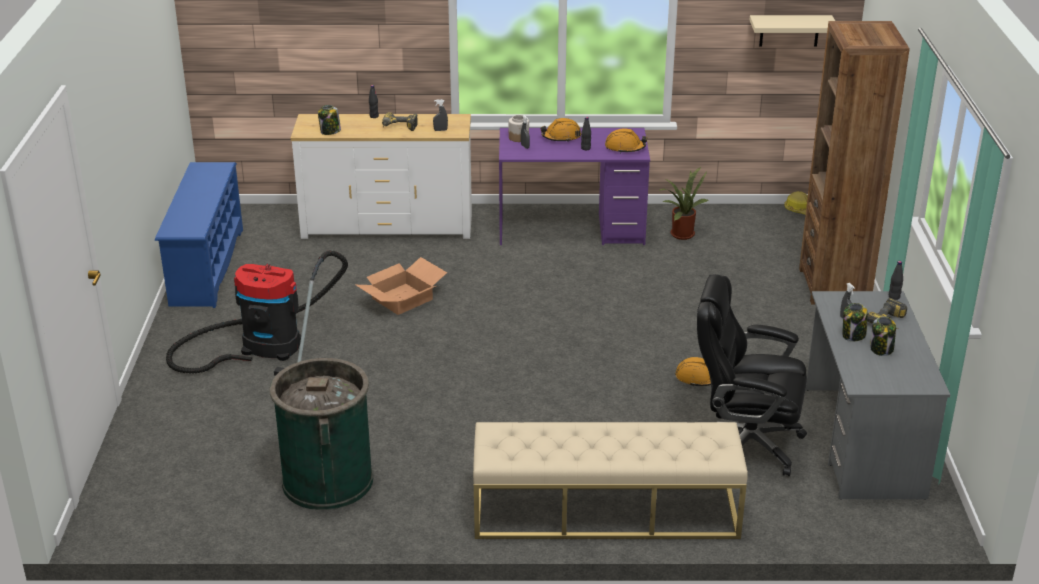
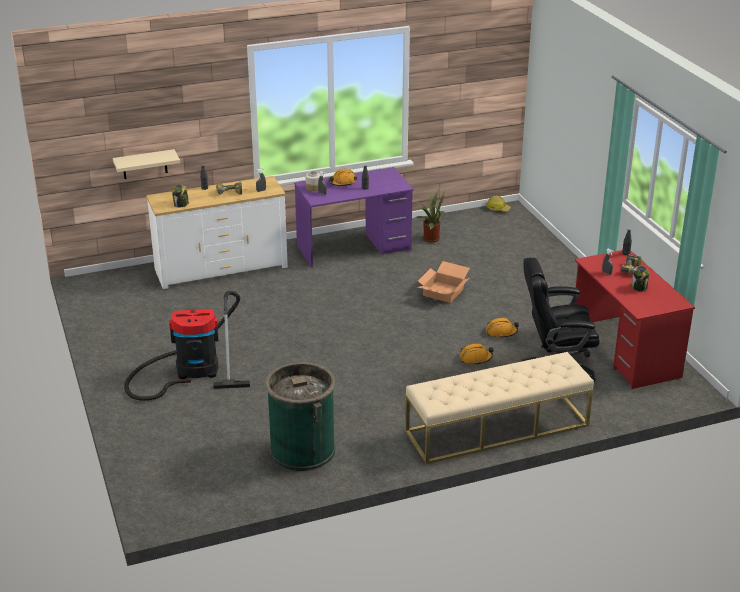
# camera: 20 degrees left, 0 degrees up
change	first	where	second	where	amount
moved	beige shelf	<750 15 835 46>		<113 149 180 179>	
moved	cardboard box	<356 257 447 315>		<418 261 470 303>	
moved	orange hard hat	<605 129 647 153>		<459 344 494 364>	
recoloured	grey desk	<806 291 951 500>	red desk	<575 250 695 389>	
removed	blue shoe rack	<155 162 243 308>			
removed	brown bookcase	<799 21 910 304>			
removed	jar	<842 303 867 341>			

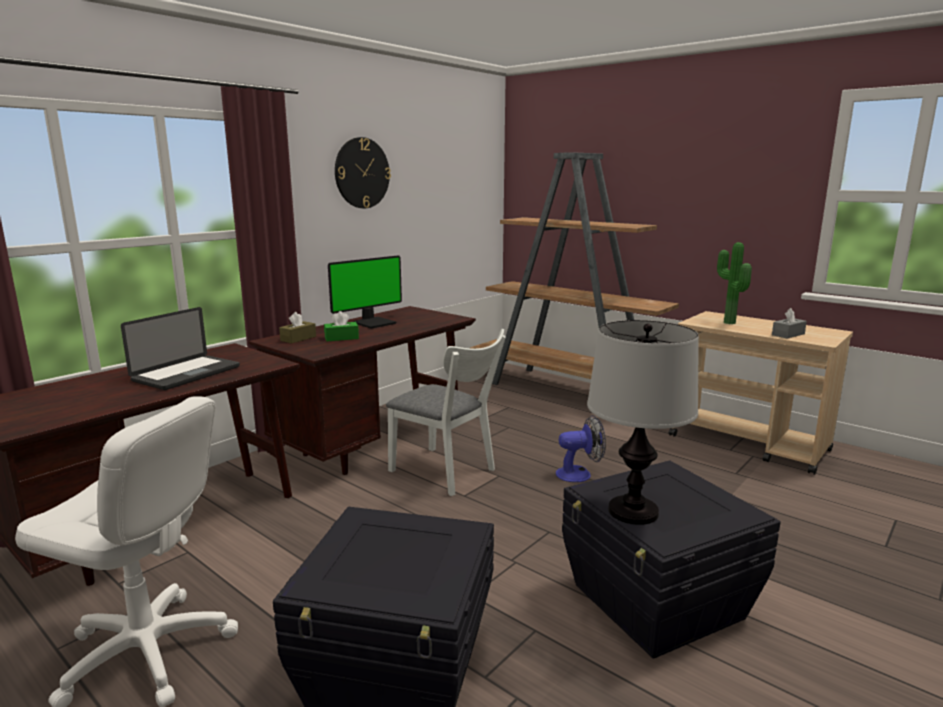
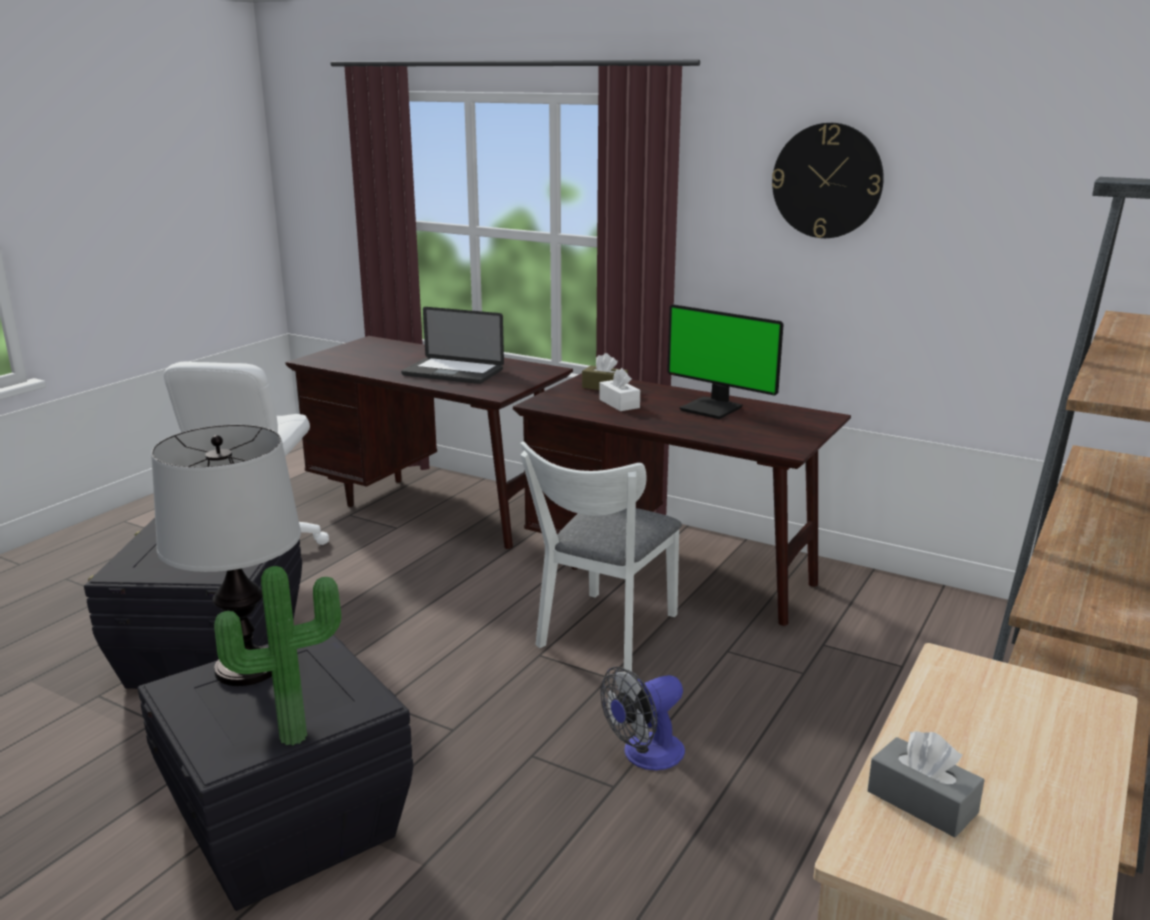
# camera: 80 degrees right, 5 degrees up
change	first	where	second	where	amount
moved	potted plant	<717 242 752 324>		<214 566 341 745>	
recoloured	green tissue box	<324 311 359 341>	white tissue box	<599 368 640 411>	
turned	fan	<556 415 606 482>		<600 667 685 770>	75 degrees clockwise

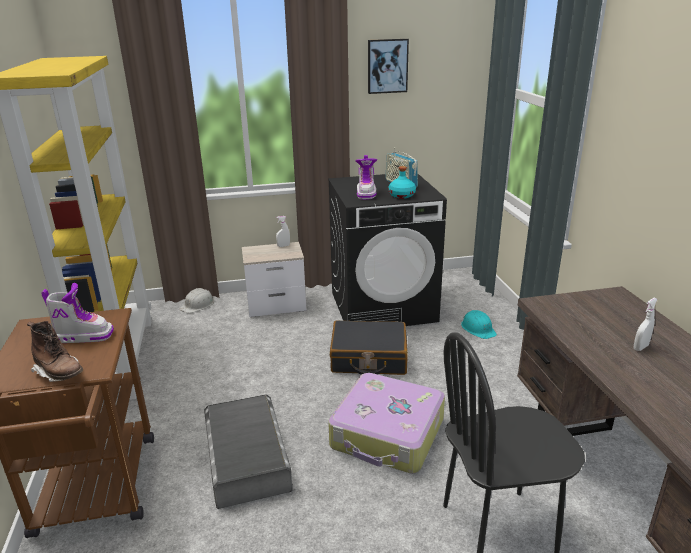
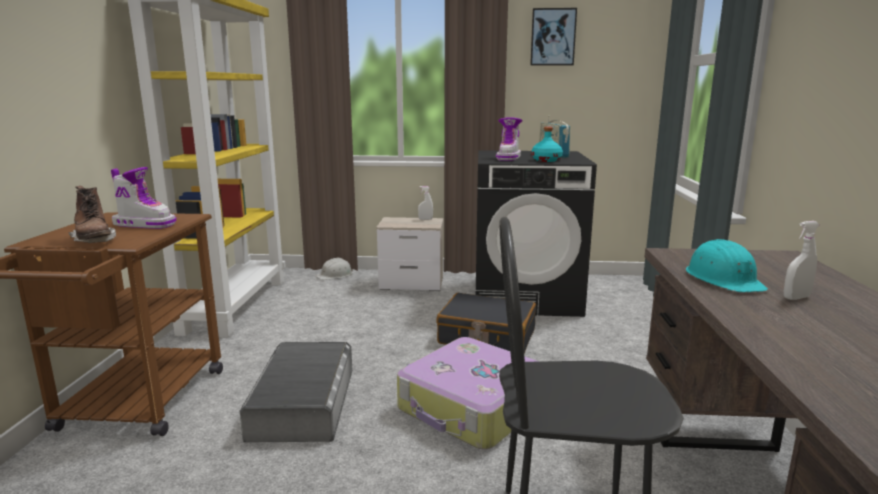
# camera: 15 degrees right, 10 degrees down
change	first	where	second	where	amount
moved	turquoise hard hat	<461 310 497 339>		<686 239 768 292>	

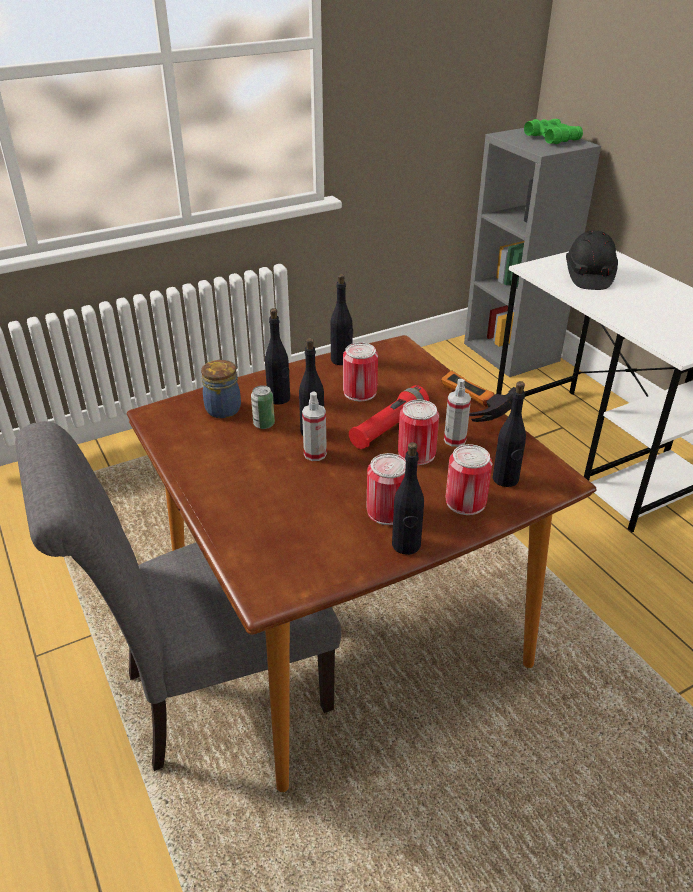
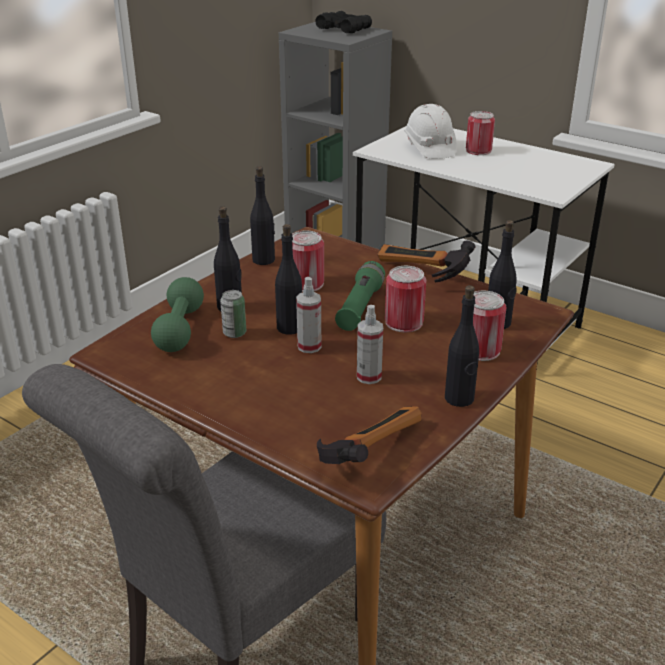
# camera: 25 degrees left, 5 degrees down
change	first	where	second	where	amount
replaced	jar	<201 360 241 418>	green dumbbell	<151 277 204 352>	
recoloured	green binoculars	<524 119 583 144>	black binoculars	<316 11 372 33>	
added			hammer	<317 406 422 464>	
recoloured	red flashlight	<349 385 429 449>	green flashlight	<335 261 385 331>	
moved	spray bottle	<444 379 471 447>		<357 305 383 384>	
recoloured	black hard hat	<566 231 618 290>	white hard hat	<404 104 457 159>	
moved	can	<366 453 406 525>		<466 111 495 155>	

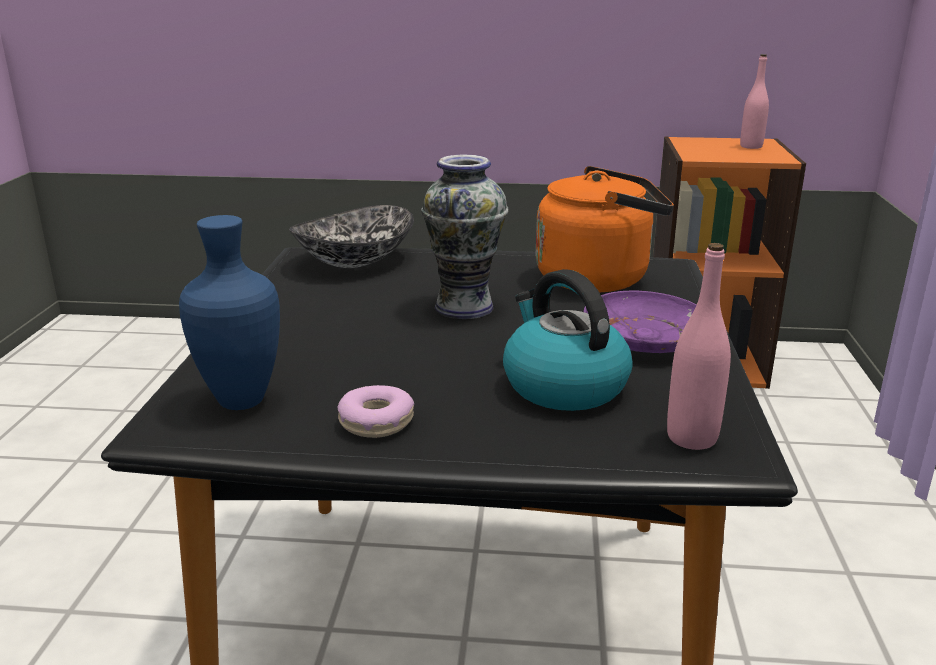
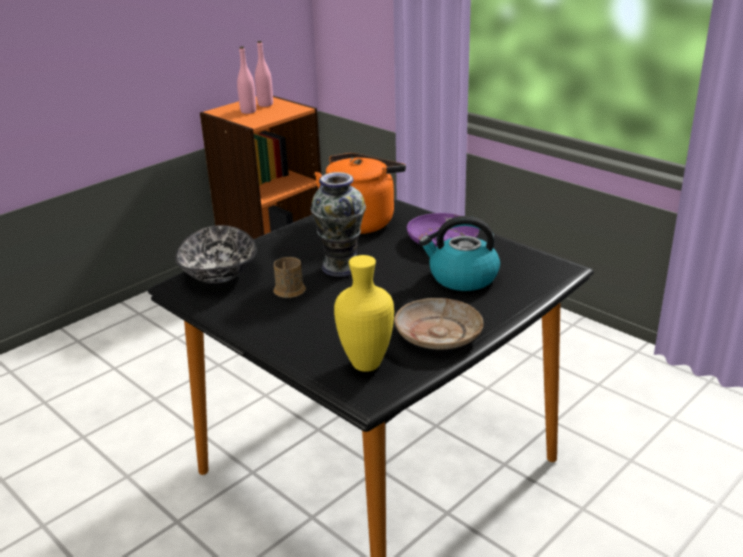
# camera: 50 degrees left, 5 degrees up
change	first	where	second	where	amount
moved	pink bottle	<667 243 731 450>		<237 46 256 114>	
added			brown mug	<273 257 306 298>	
recoloured	blue vase	<179 215 280 410>	yellow vase	<334 255 394 372>	
replaced	donut	<338 385 414 438>	beige plate	<394 298 484 349>	

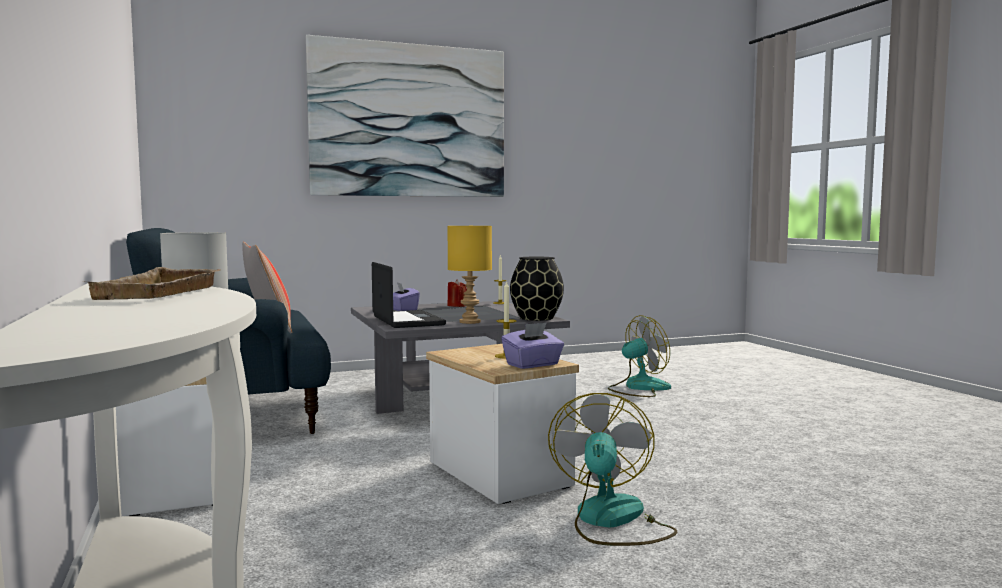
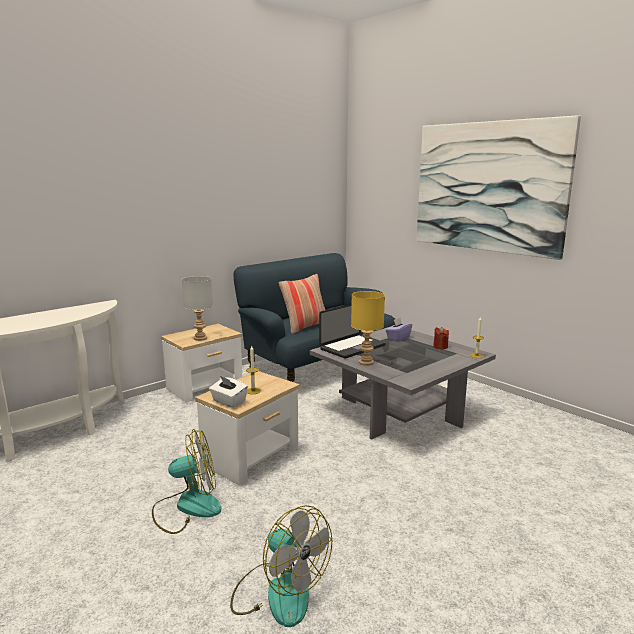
# camera: 70 degrees right, 10 degrees up
change	first	where	second	where	amount
recoloured	purple tissue box	<501 322 564 369>	white tissue box	<209 376 248 407>	
moved	fan	<608 315 671 397>		<230 505 332 627>	
removed	beige tray	<88 267 221 300>			
removed	black vase	<510 257 564 321>			

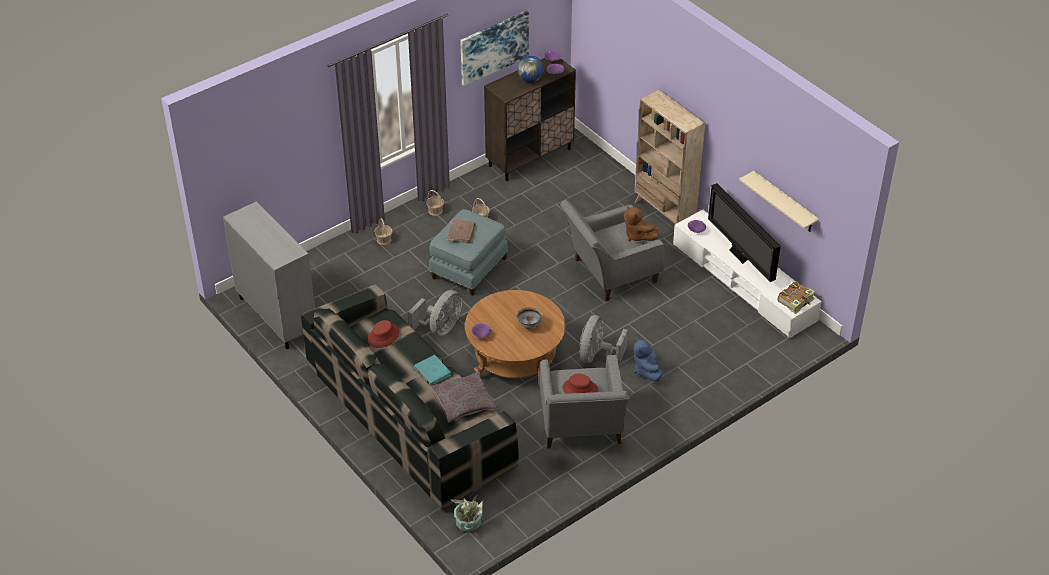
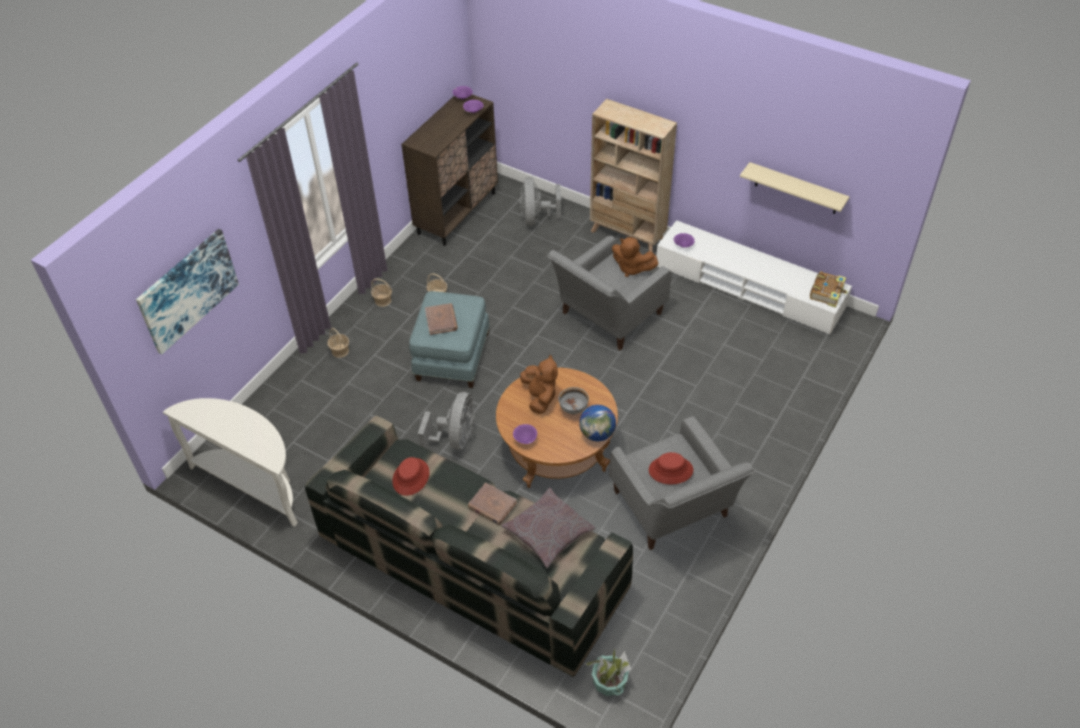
# camera: 20 degrees left, 5 degrees up
change	first	where	second	where	amount
moved	picture	<460 11 529 86>		<136 229 239 355>	
replaced	grey cabinet	<223 202 315 349>	white console table	<163 398 298 527>	
recoloured	turquoise book	<414 355 451 385>	brown book	<468 483 517 525>	
moved	grey fan	<580 315 628 364>		<519 177 561 226>	
added			brown plush toy	<520 355 558 414>	
moved	globe	<517 56 544 83>		<579 405 616 441>	
removed	blue plush toy	<633 337 663 381>			
removed	television	<708 183 781 282>			

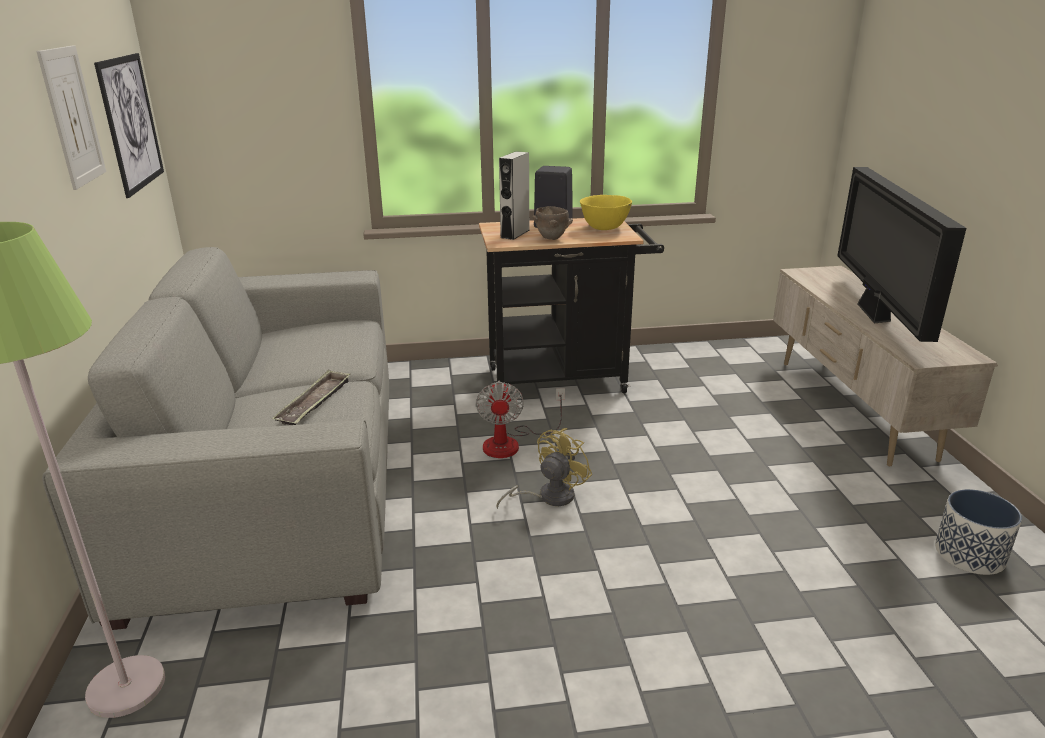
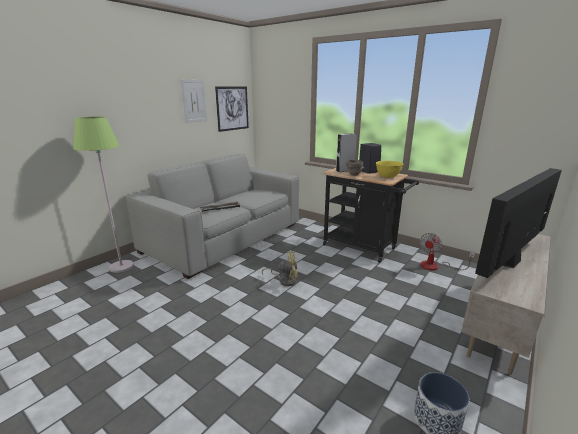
# camera: 45 degrees right, 5 degrees down
change	first	where	second	where	amount
moved	fan	<476 381 565 458>		<420 233 475 271>	

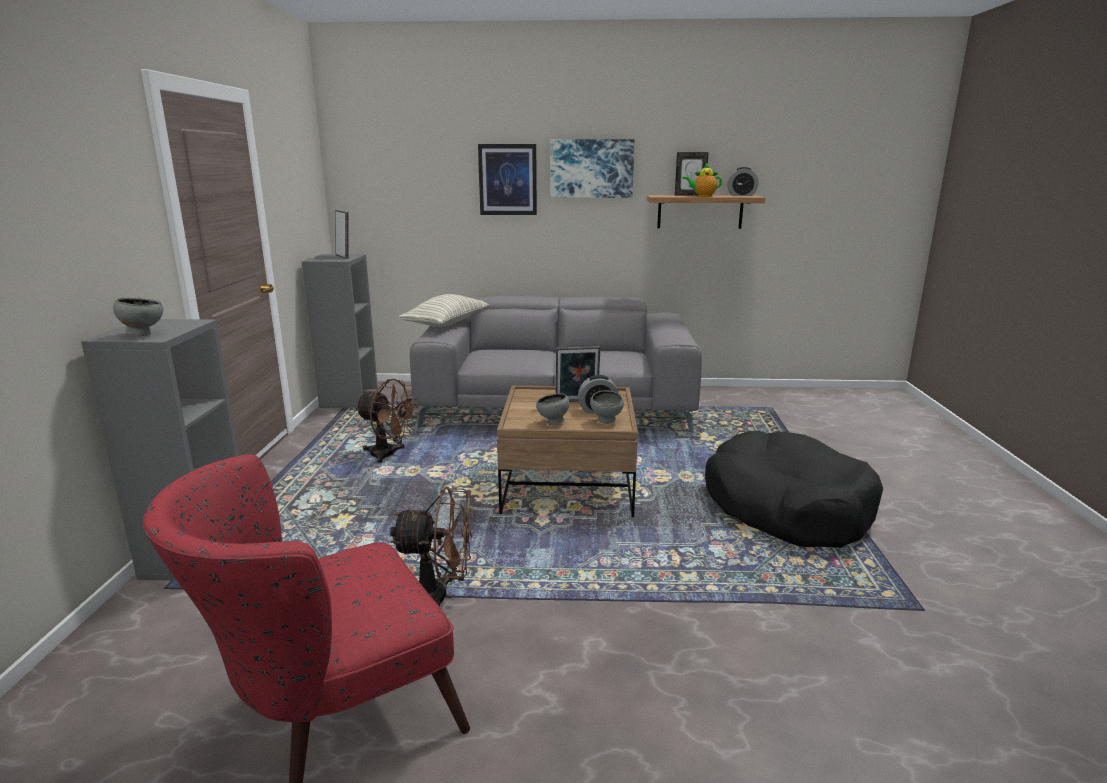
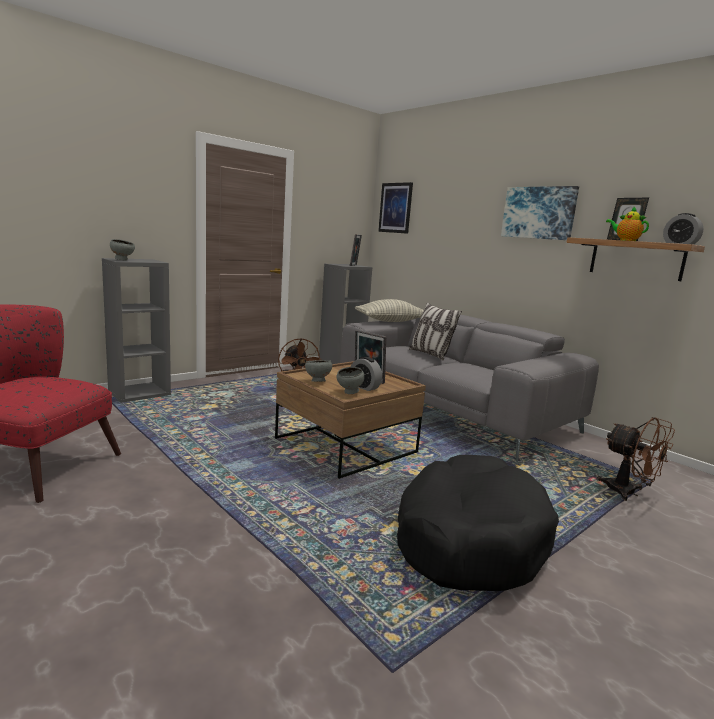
# camera: 45 degrees right, 5 degrees down
change	first	where	second	where	amount
moved	picture	<478 144 537 215>		<378 182 413 234>	
added			pillow	<409 302 462 360>	
moved	brown fan	<390 487 473 607>		<597 417 675 501>	

